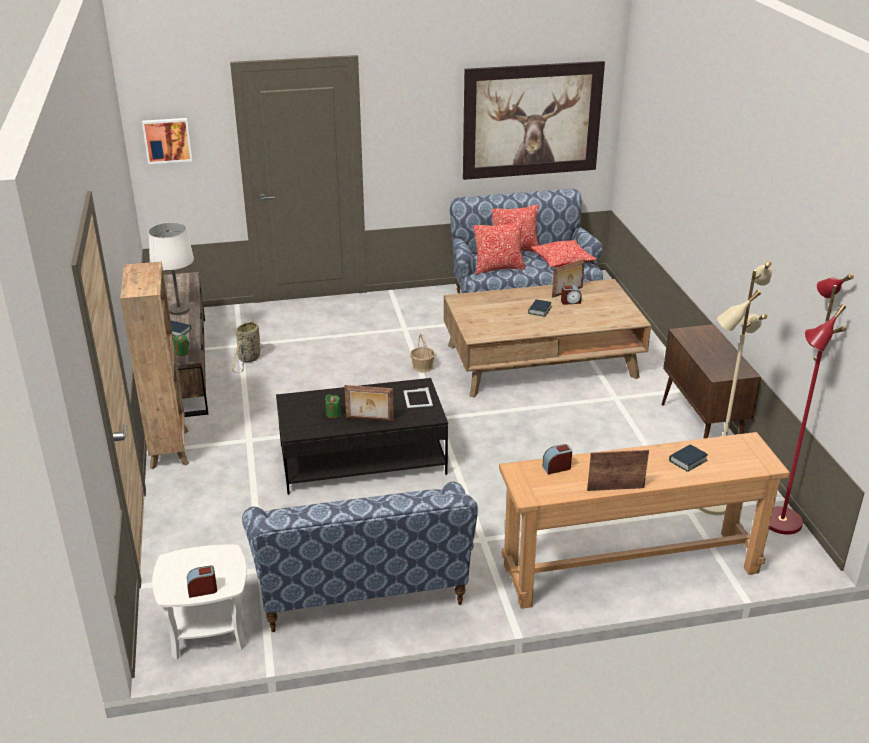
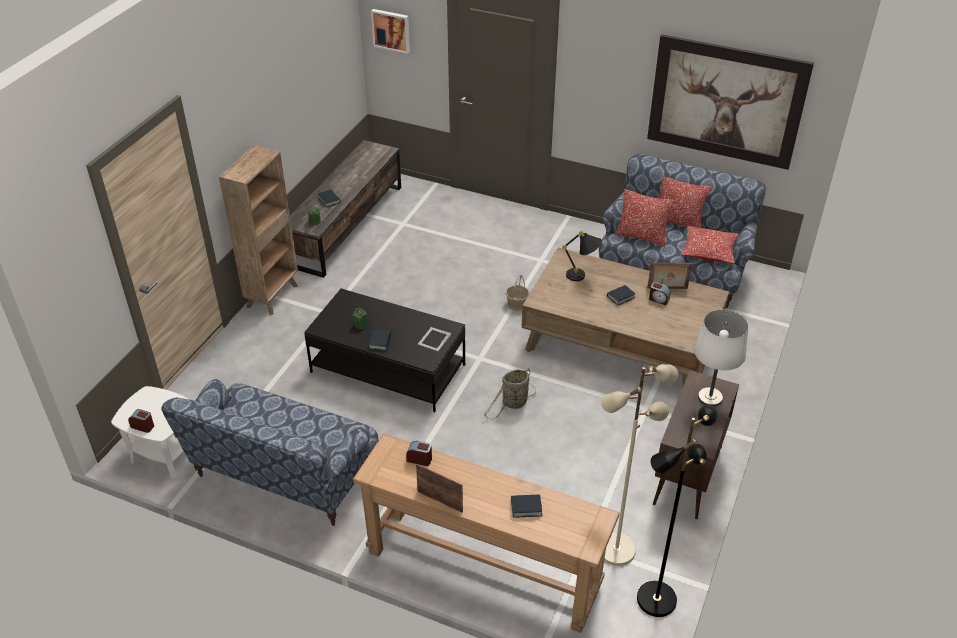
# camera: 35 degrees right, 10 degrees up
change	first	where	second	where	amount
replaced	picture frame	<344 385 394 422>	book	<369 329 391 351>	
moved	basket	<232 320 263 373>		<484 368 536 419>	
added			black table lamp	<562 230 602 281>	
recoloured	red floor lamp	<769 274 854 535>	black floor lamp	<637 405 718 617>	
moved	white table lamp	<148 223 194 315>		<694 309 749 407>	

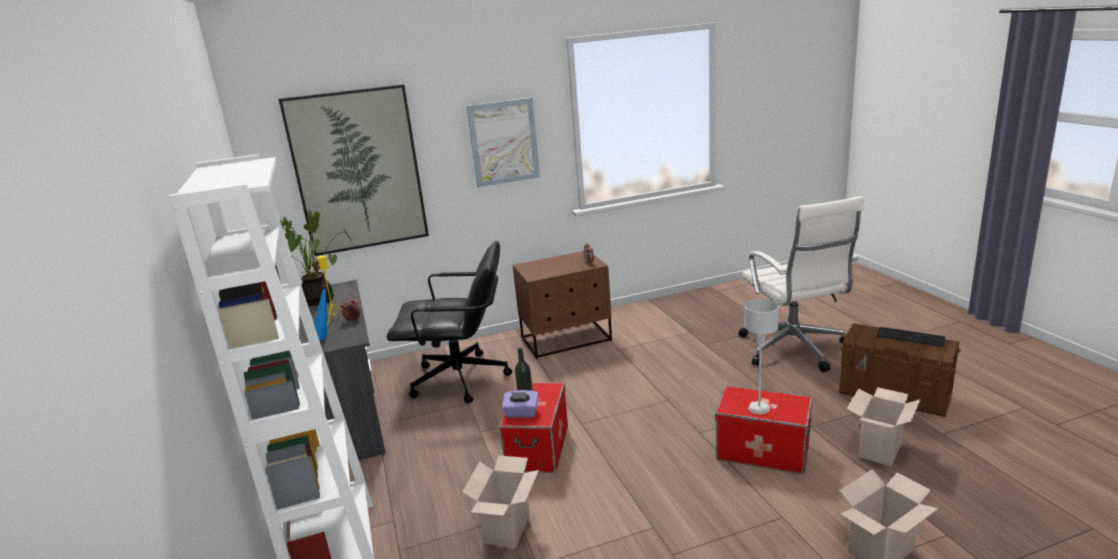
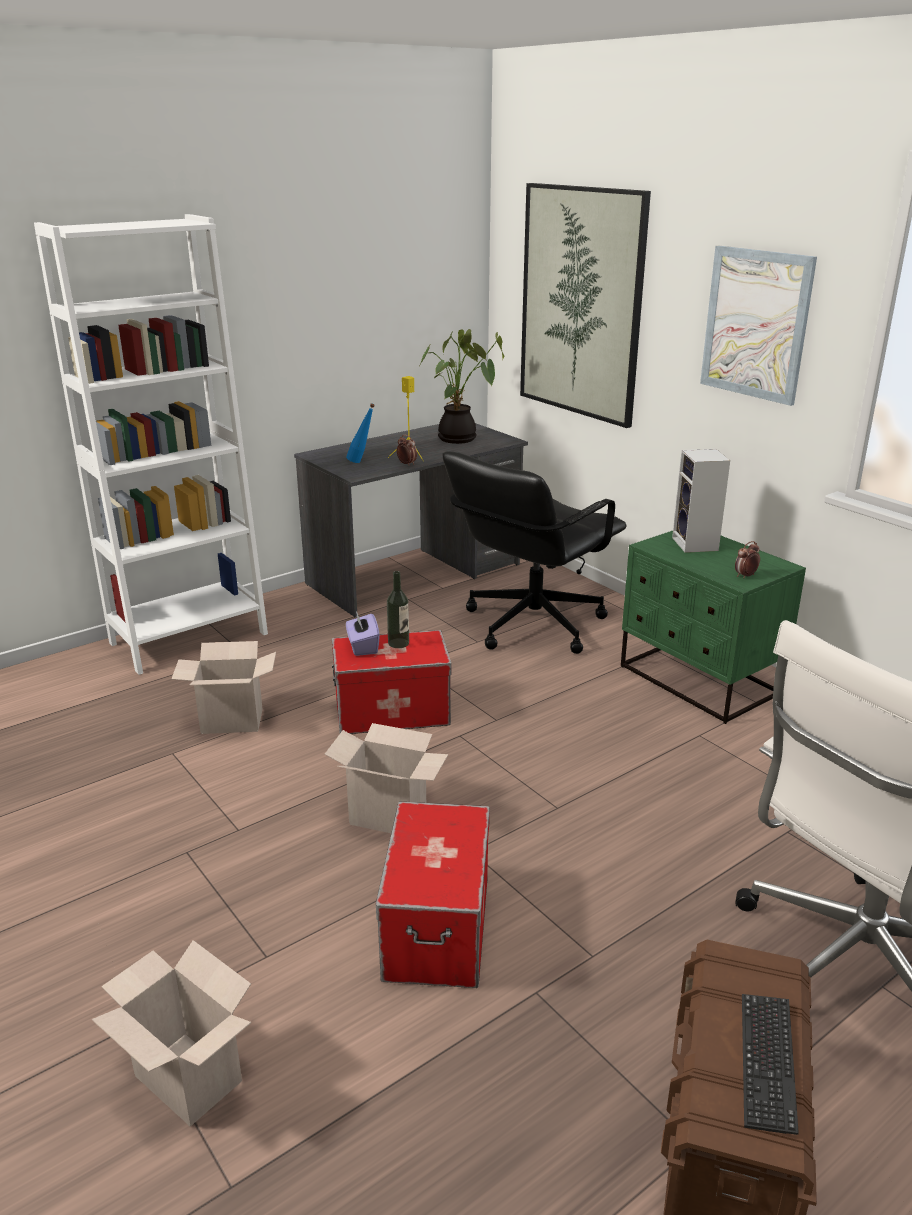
# camera: 70 degrees right, 5 degrees up
change	first	where	second	where	amount
moved	cardboard box	<847 387 921 467>		<325 723 448 833>	
turned	black office chair	<387 241 512 404>		<442 451 627 654>	60 degrees clockwise
recoloured	brown nightstand	<513 251 612 359>	green nightstand	<621 531 806 724>	
added			speaker	<672 449 730 553>	
removed	grey table lamp	<744 299 779 414>			

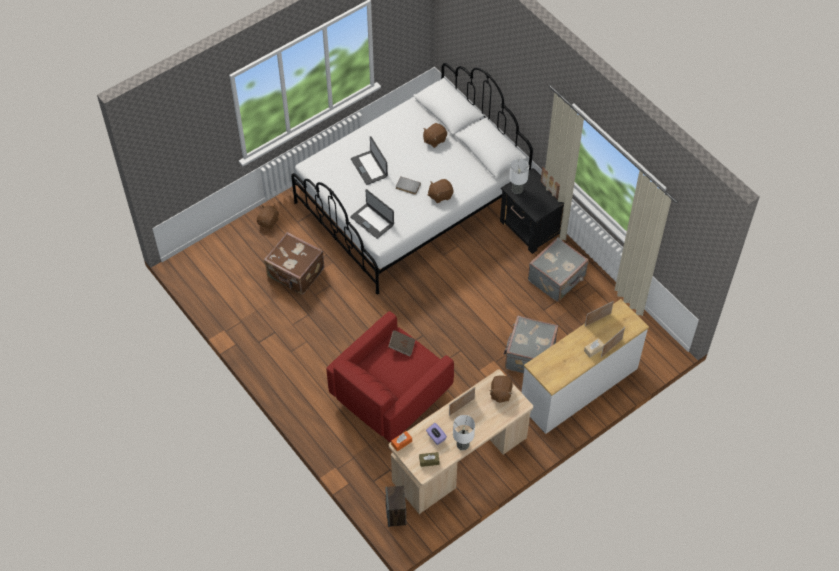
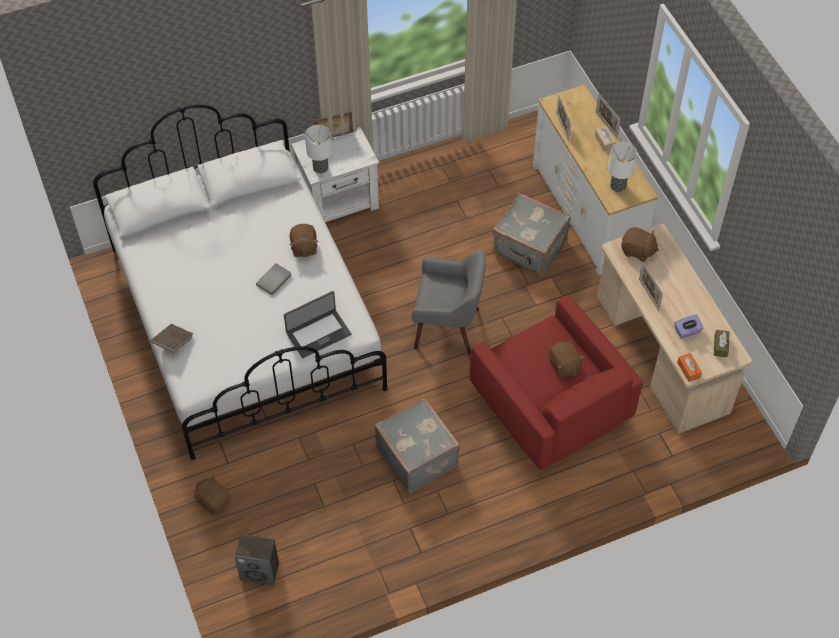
# camera: 75 degrees left, 0 degrees up
change	first	where	second	where	amount
moved	brown book	<388 330 416 356>		<151 324 193 353>	
moved	speaker	<385 486 406 527>		<235 534 279 585>	
recoloured	black nightstand	<500 168 564 254>	white nightstand	<291 127 379 222>	
moved	grey suitcase	<528 237 589 302>		<375 398 460 493>	
added			grey armchair	<412 251 486 355>	
moved	brown plush toy	<423 123 447 148>		<549 341 584 377>	
moved	table lamp	<453 415 475 450>		<608 142 637 192>	
removed	brown suitcase	<264 232 325 295>			
removed	laptop	<351 136 388 185>			

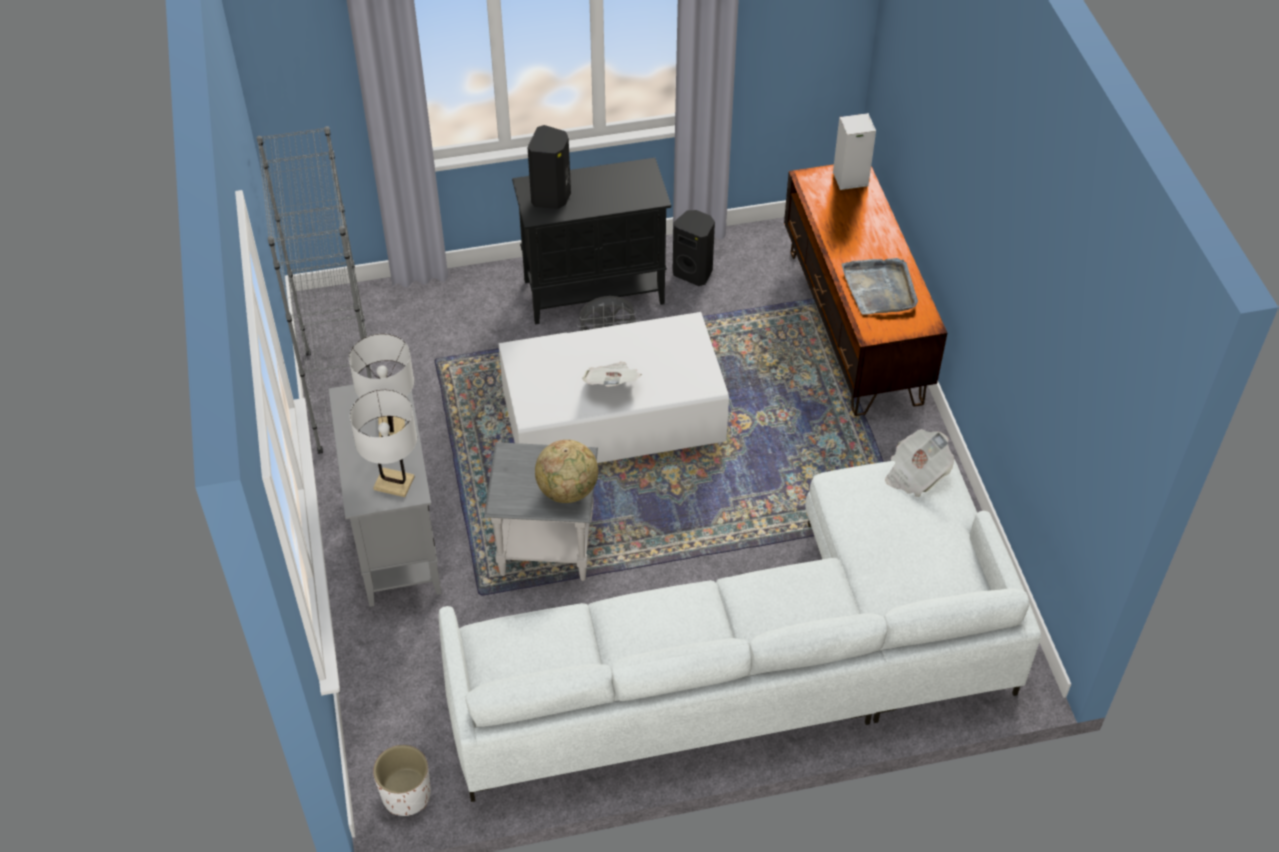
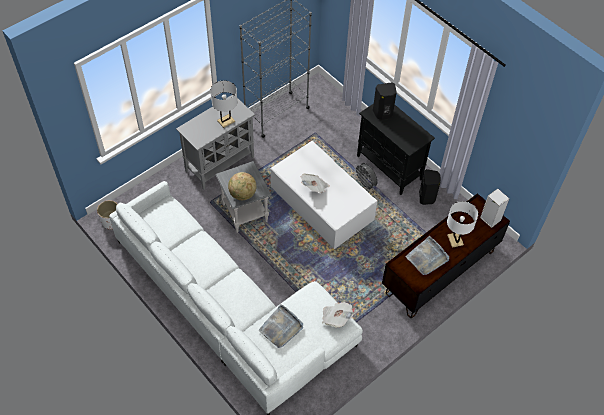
# camera: 60 degrees right, 5 degrees up
change	first	where	second	where	amount
added			grey tray	<258 304 303 348>	
moved	white table lamp	<350 389 417 497>		<447 201 478 248>	

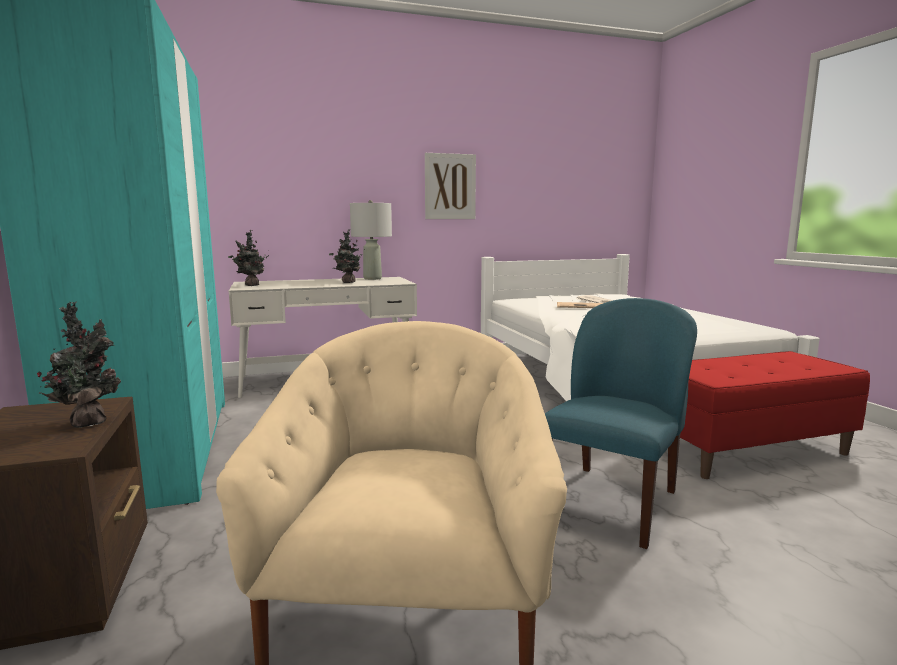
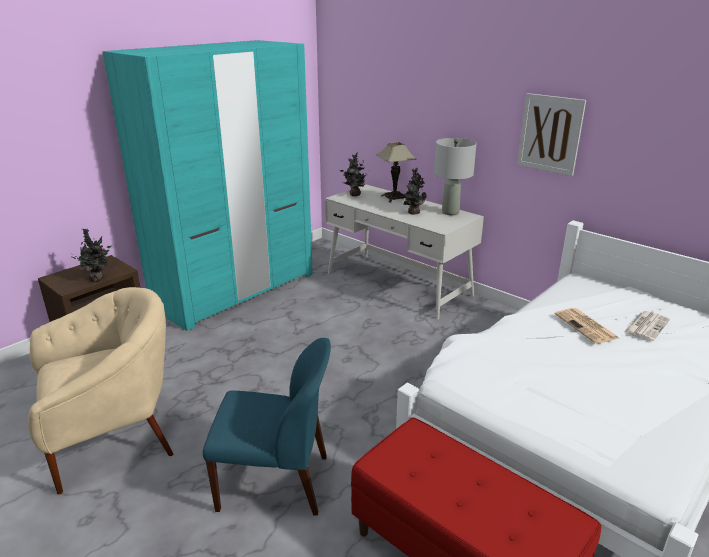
# camera: 60 degrees right, 15 degrees up
change	first	where	second	where	amount
added			table lamp	<376 142 417 203>	

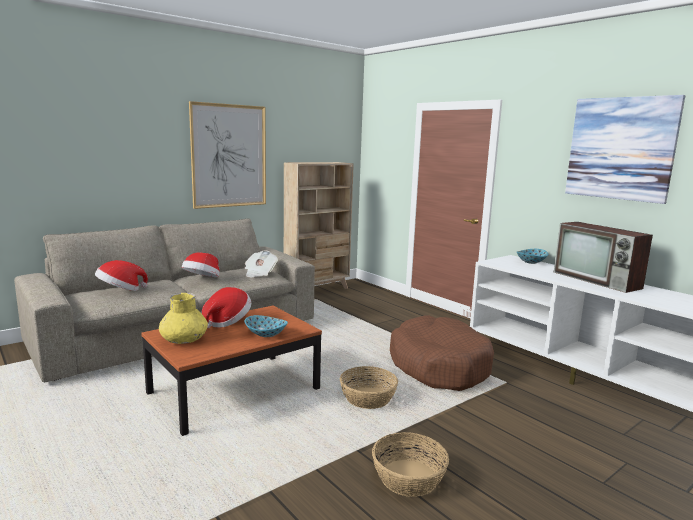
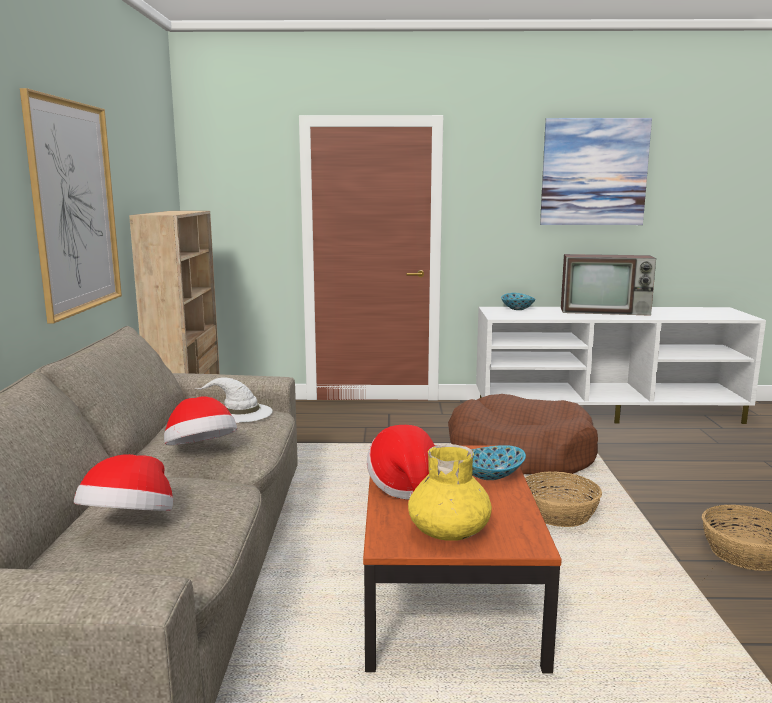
# camera: 50 degrees left, 0 degrees up
change	first	where	second	where	amount
replaced	newspaper	<244 250 278 277>	white hat	<195 377 272 423>	

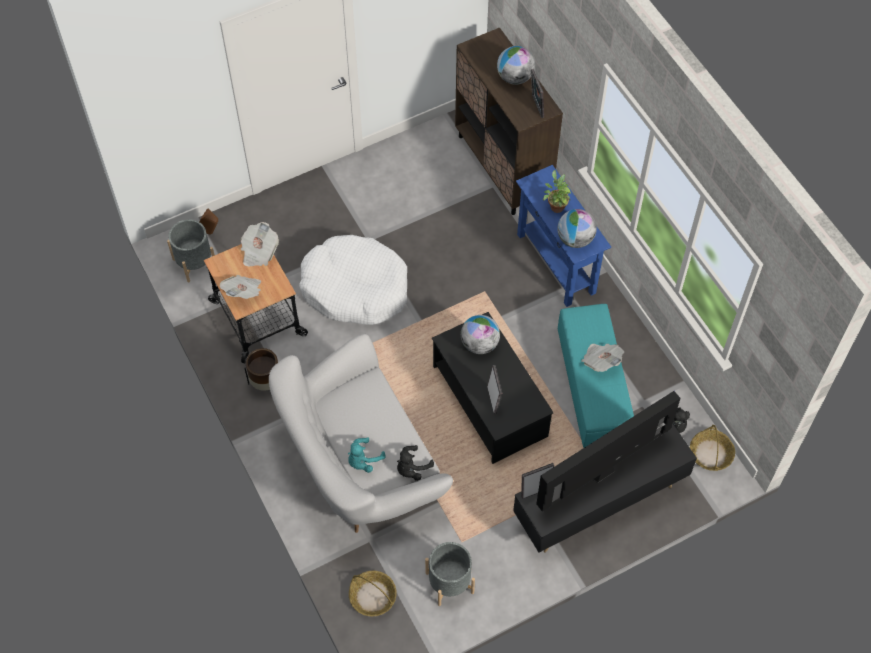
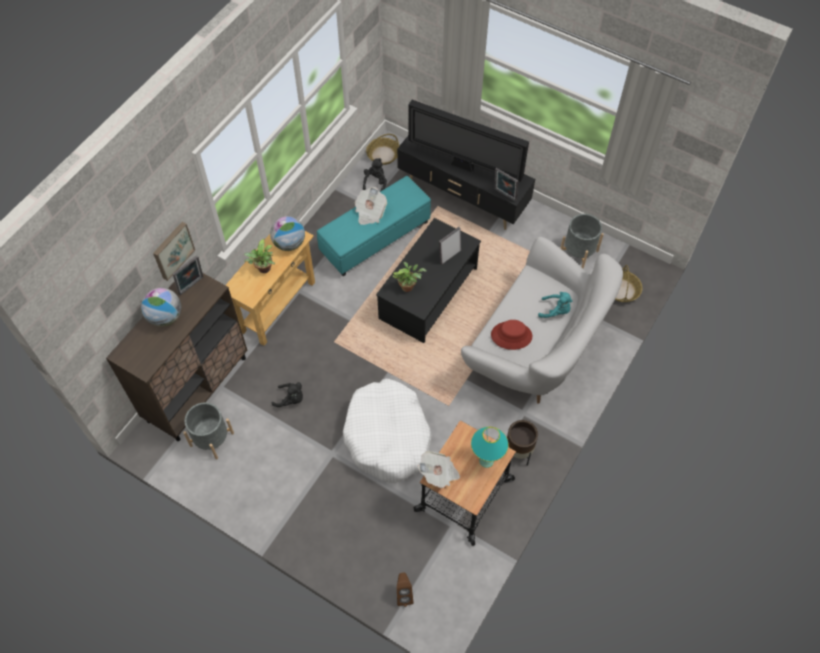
# camera: 120 degrees left, 0 degrees up
change	first	where	second	where	amount
added			picture	<153 222 195 281>	
moved	grey planter	<167 219 215 282>		<183 402 234 460>	
recoloured	blue console table	<516 165 611 307>	beige console table	<226 231 315 346>	
moved	black plush toy	<397 445 434 481>		<272 382 303 407>	
replaced	globe	<461 315 500 354>	potted plant	<393 262 426 292>	
replaced	newspaper	<220 275 261 299>	turquoise table lamp	<471 427 508 468>	
added			red hat	<491 320 532 350>	

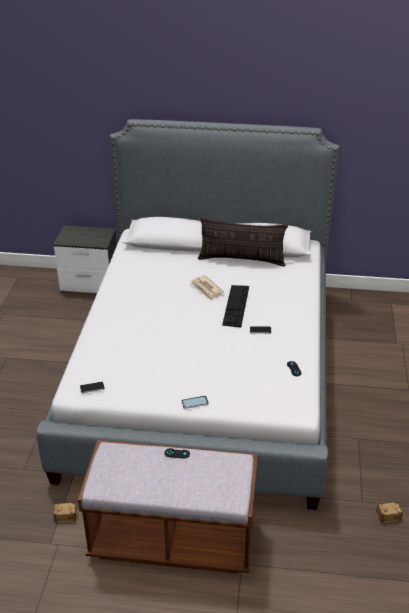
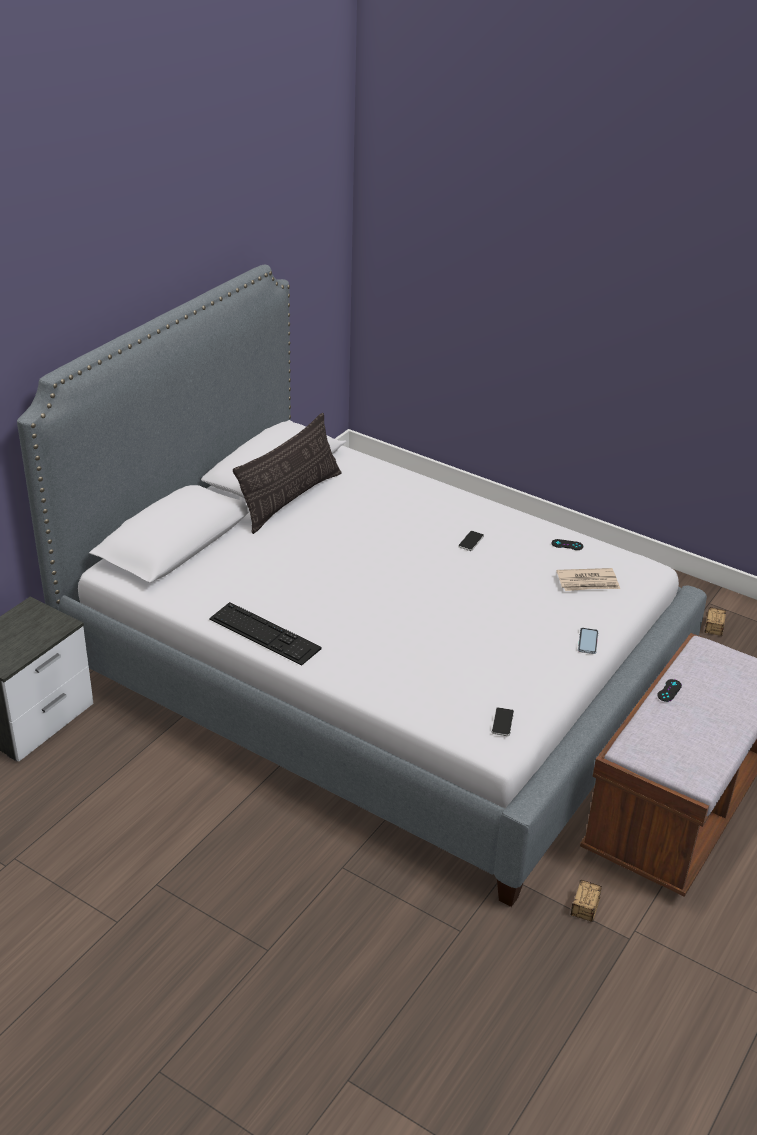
# camera: 65 degrees left, 0 degrees up
change	first	where	second	where	amount
moved	keyboard	<222 285 249 327>		<209 602 322 666>	
moved	newspaper	<191 275 224 300>		<557 568 620 591>	

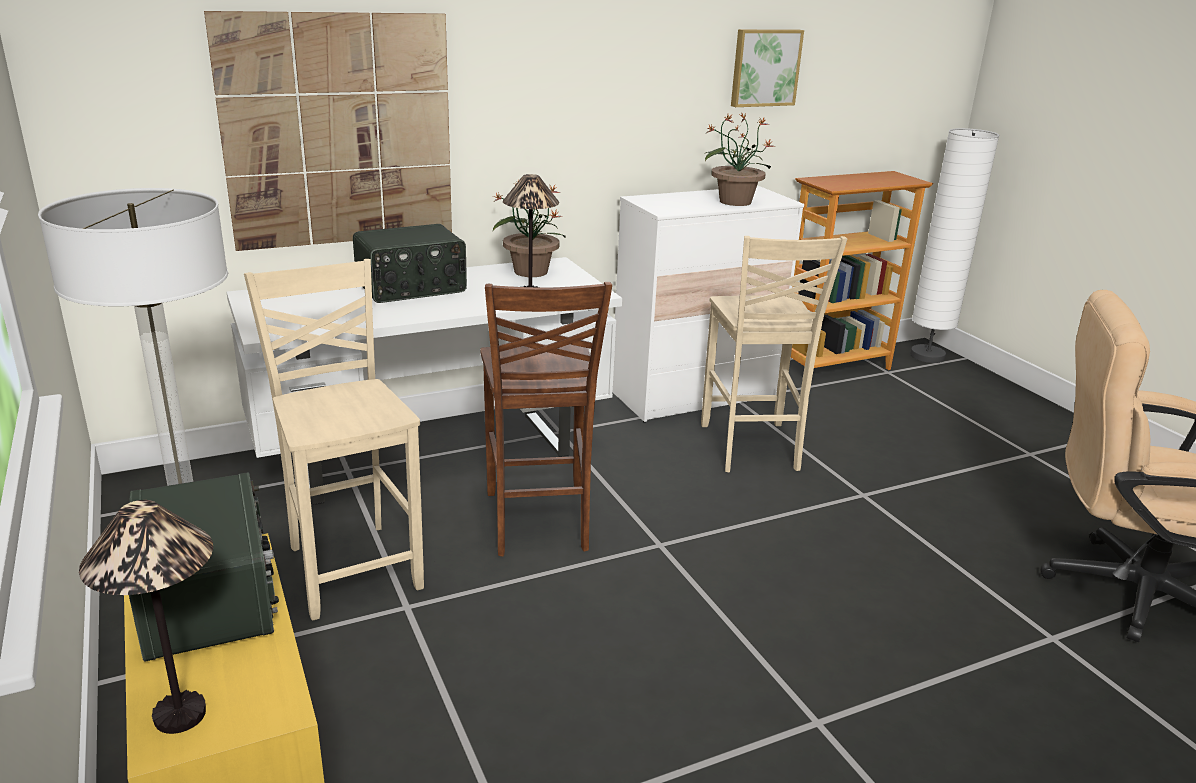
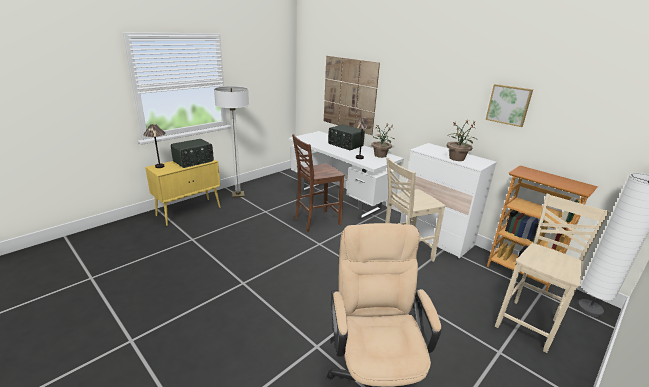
# camera: 70 degrees right, 0 degrees up
change	first	where	second	where	amount
moved	beige chair	<244 259 424 620>		<495 193 610 353>	

